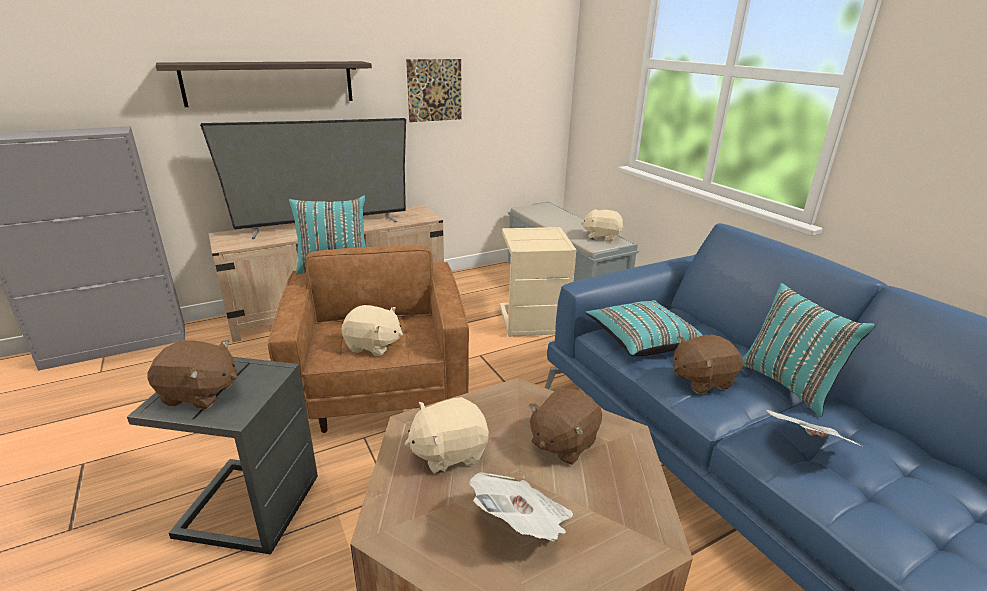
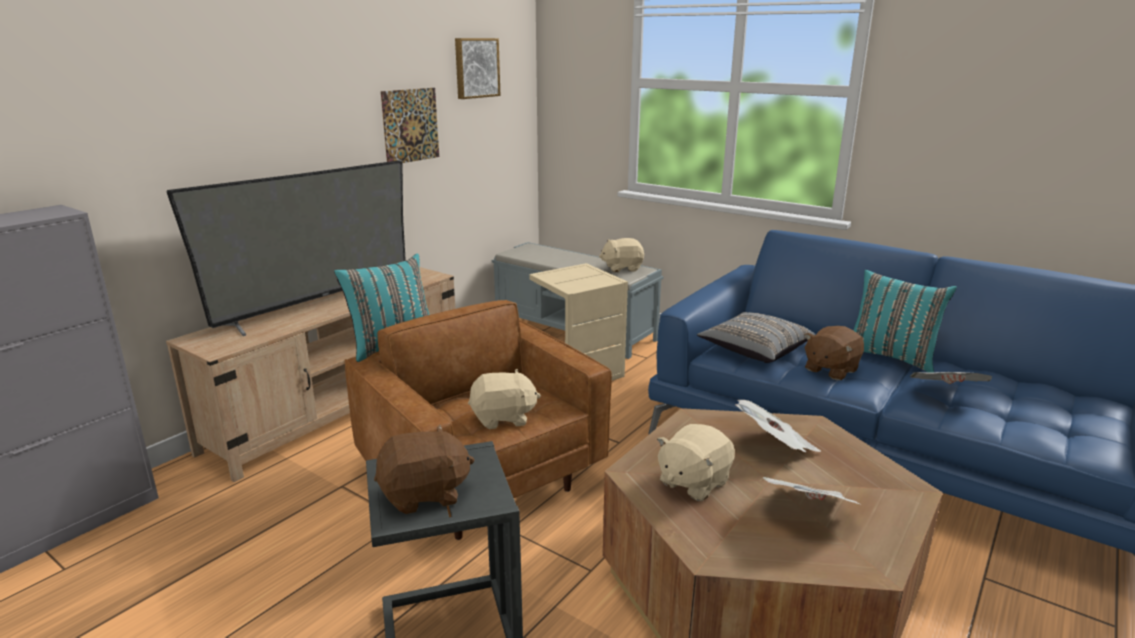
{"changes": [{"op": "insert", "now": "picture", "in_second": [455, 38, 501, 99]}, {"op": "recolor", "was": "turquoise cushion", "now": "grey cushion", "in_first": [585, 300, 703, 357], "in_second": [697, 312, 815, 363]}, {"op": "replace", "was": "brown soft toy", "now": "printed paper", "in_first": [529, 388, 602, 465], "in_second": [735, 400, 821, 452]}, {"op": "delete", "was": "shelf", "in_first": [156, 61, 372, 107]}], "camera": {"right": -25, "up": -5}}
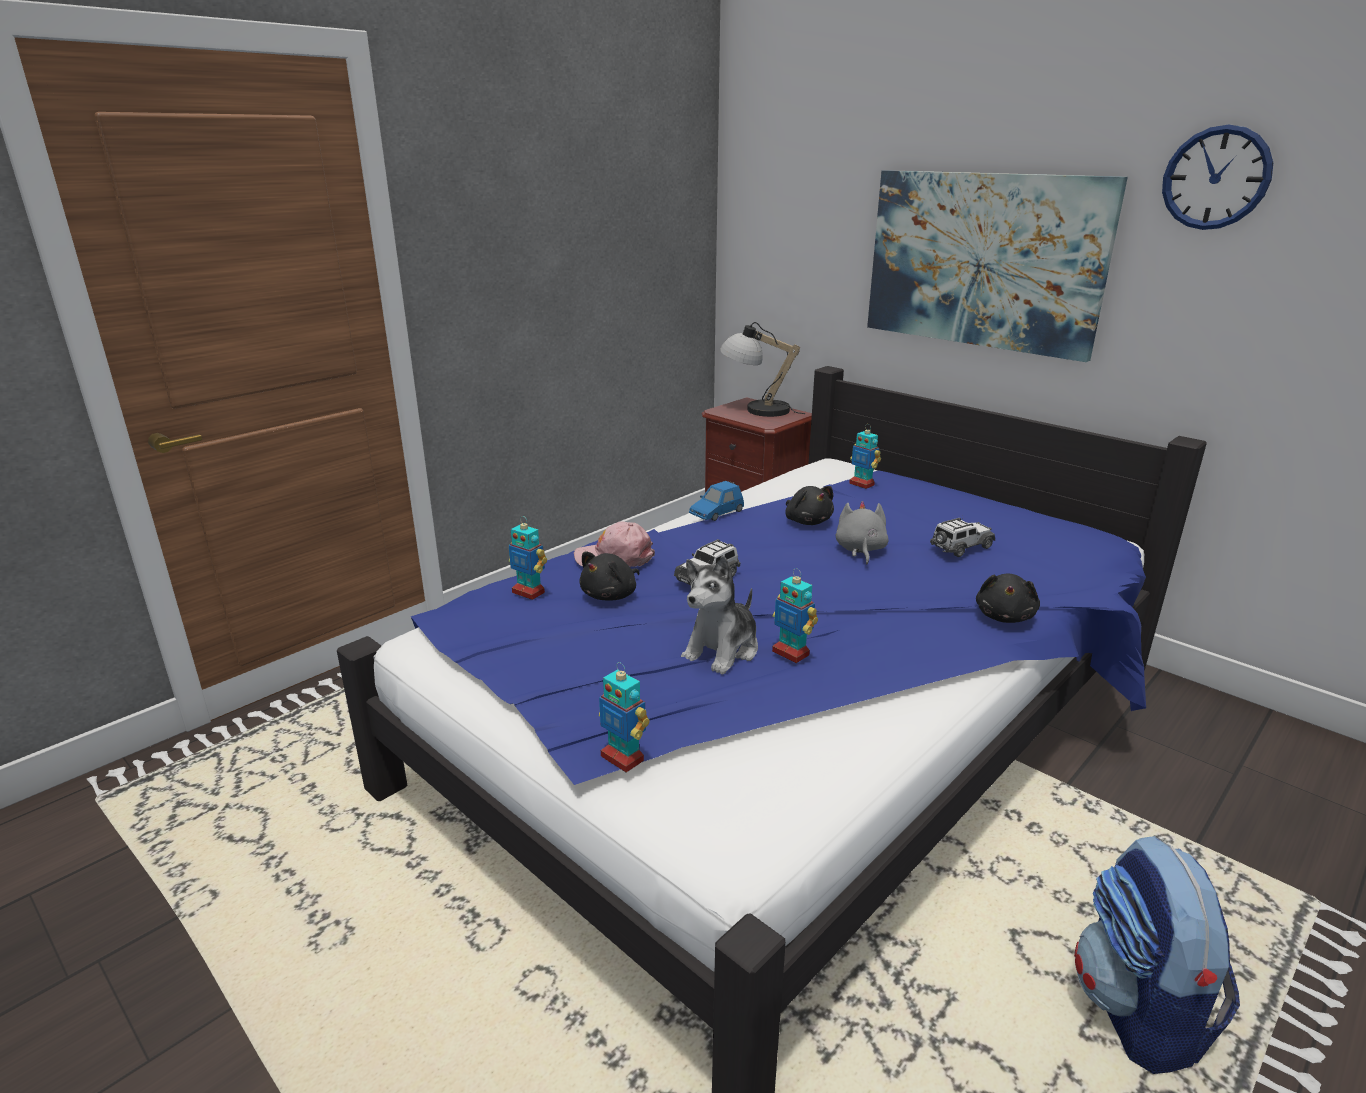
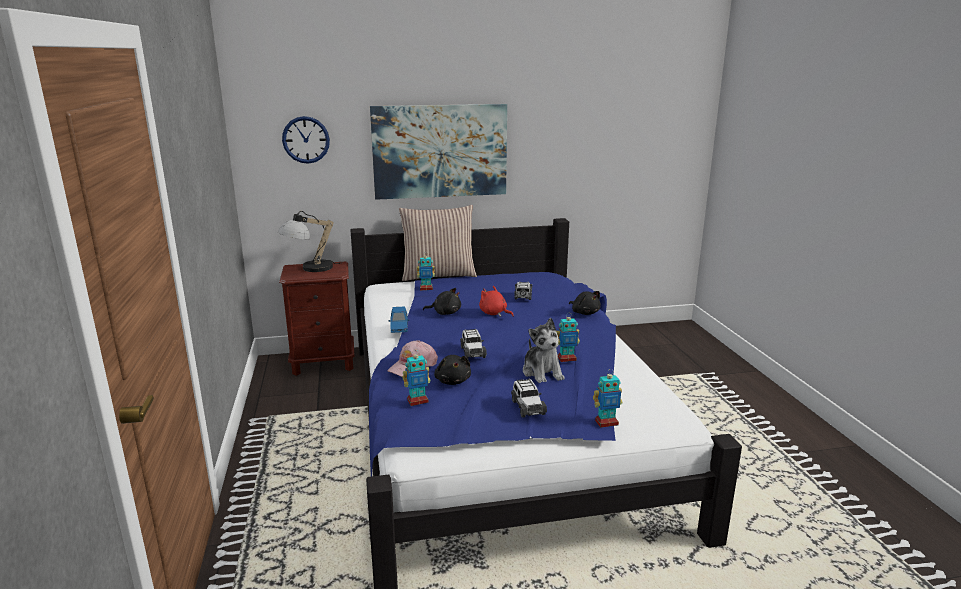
{"changes": [{"op": "move", "was": "clock on the wall", "in_first": [1162, 125, 1273, 230], "in_second": [282, 116, 330, 164]}, {"op": "insert", "now": "cushion", "in_second": [399, 205, 477, 281]}, {"op": "recolor", "was": "grey soft toy", "now": "red-coloured soft toy", "in_first": [836, 501, 889, 565], "in_second": [479, 286, 514, 317]}, {"op": "insert", "now": "model car", "in_second": [511, 379, 547, 418]}, {"op": "delete", "was": "backpack", "in_first": [1074, 836, 1240, 1074]}], "camera": {"right": -55, "up": -5}}
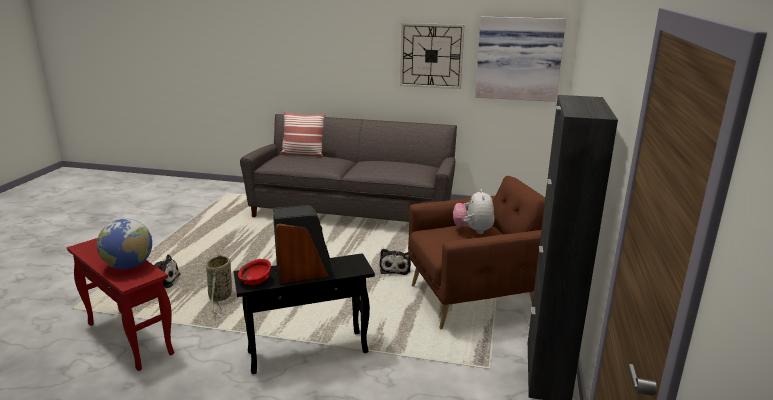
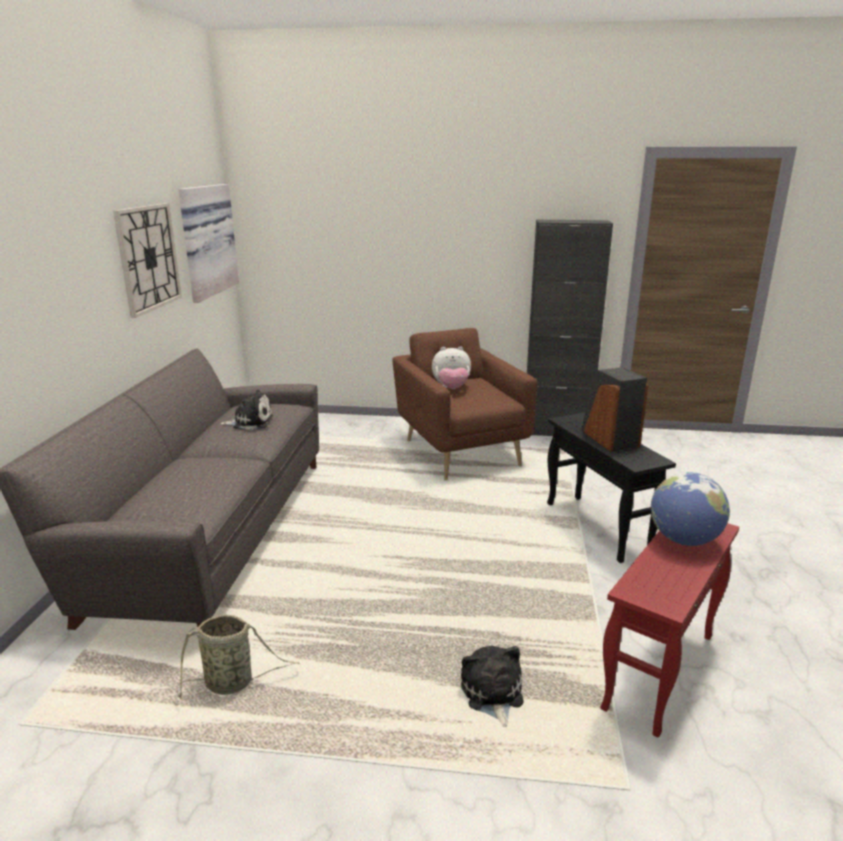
{"changes": [{"op": "move", "was": "household basket", "in_first": [206, 254, 232, 314], "in_second": [177, 614, 300, 701]}, {"op": "move", "was": "soft toy", "in_first": [379, 249, 411, 275], "in_second": [220, 390, 273, 430]}, {"op": "delete", "was": "red-coloured deep dish", "in_first": [238, 259, 271, 285]}, {"op": "delete", "was": "cushion", "in_first": [280, 111, 325, 157]}], "camera": {"right": -95, "up": 0}}
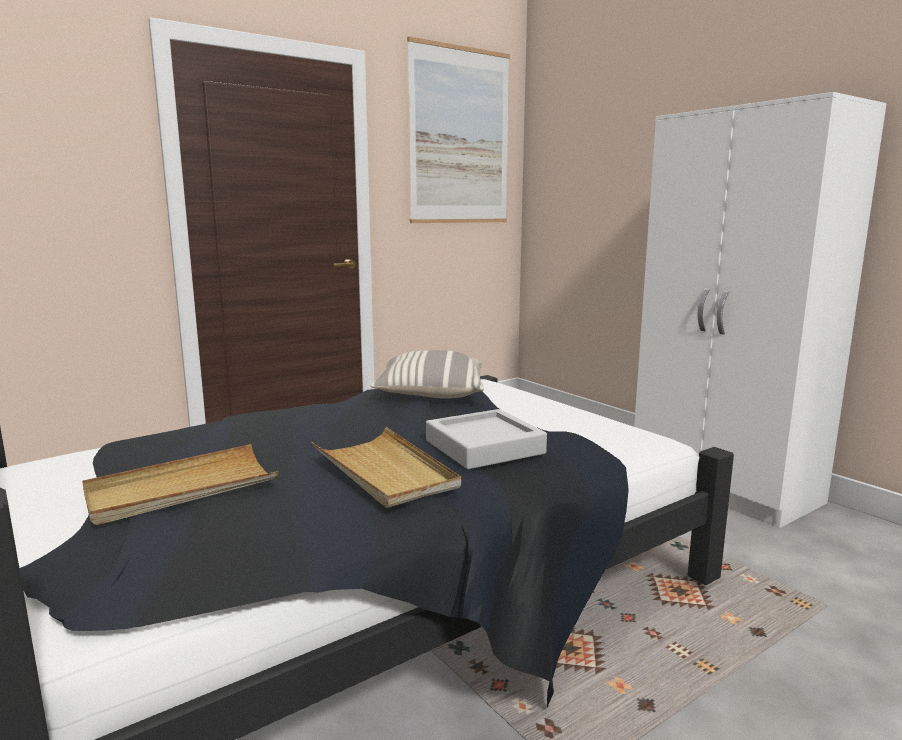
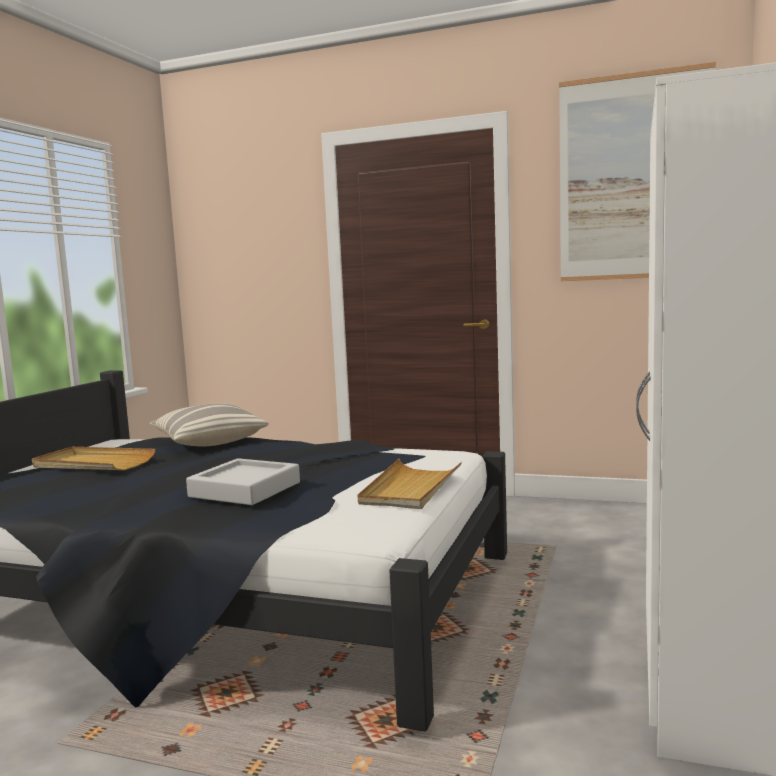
{"changes": [{"op": "move", "was": "cushion", "in_first": [370, 350, 484, 399], "in_second": [150, 403, 269, 446]}, {"op": "move", "was": "beige carrying tray", "in_first": [311, 427, 461, 508], "in_second": [358, 459, 462, 509]}], "camera": {"right": 55, "up": -5}}
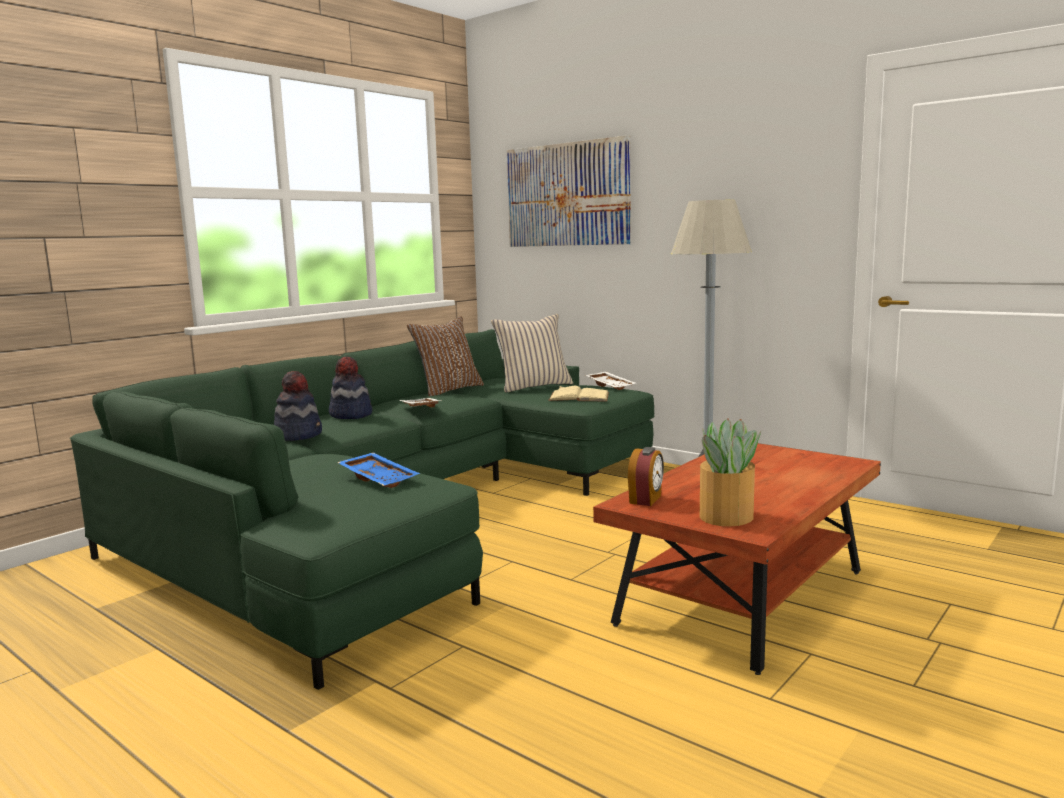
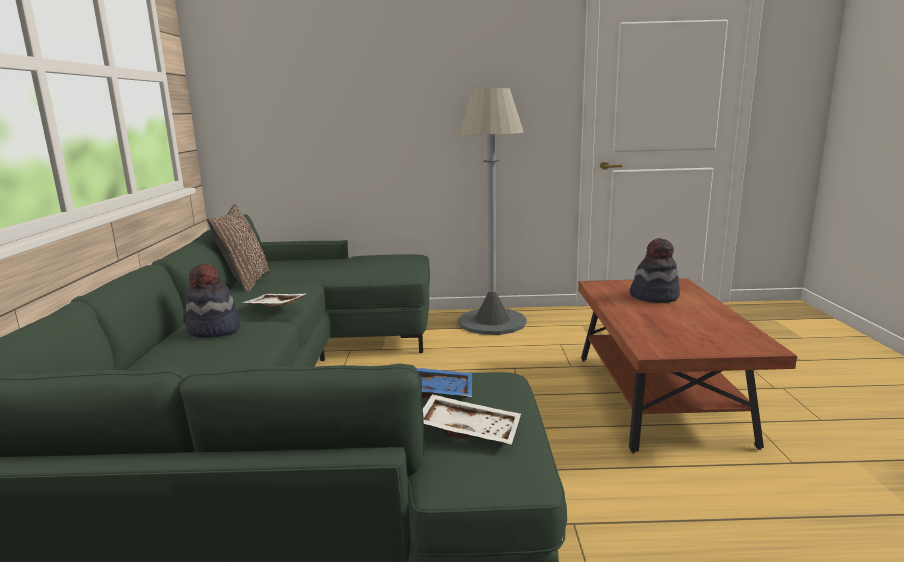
{"changes": [{"op": "move", "was": "white carrying tray", "in_first": [585, 372, 635, 390], "in_second": [423, 394, 521, 445]}, {"op": "move", "was": "clothing hat", "in_first": [274, 371, 322, 441], "in_second": [629, 238, 680, 303]}, {"op": "delete", "was": "beige cushion", "in_first": [491, 314, 573, 393]}, {"op": "delete", "was": "picture", "in_first": [507, 135, 631, 247]}, {"op": "delete", "was": "beige bound book", "in_first": [548, 386, 609, 401]}, {"op": "delete", "was": "table clock", "in_first": [628, 447, 664, 506]}, {"op": "delete", "was": "plant in a pot", "in_first": [700, 418, 761, 526]}], "camera": {"right": -40, "up": 5}}
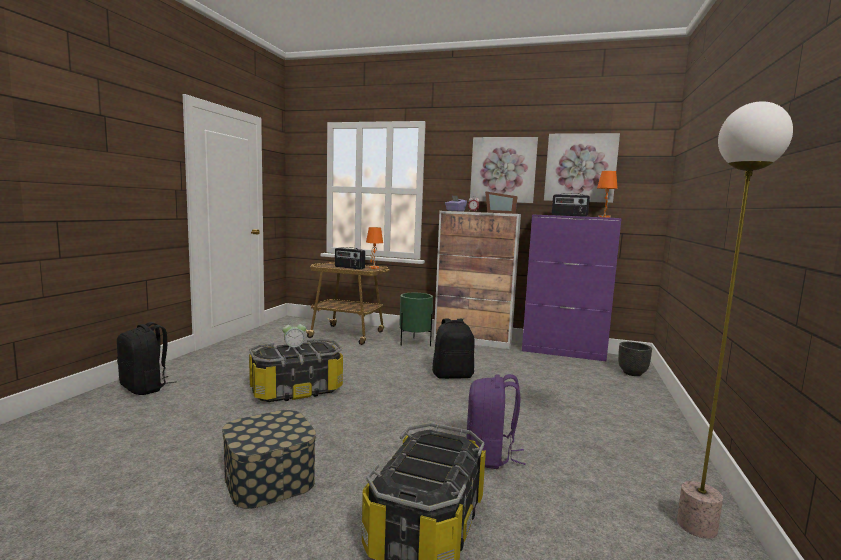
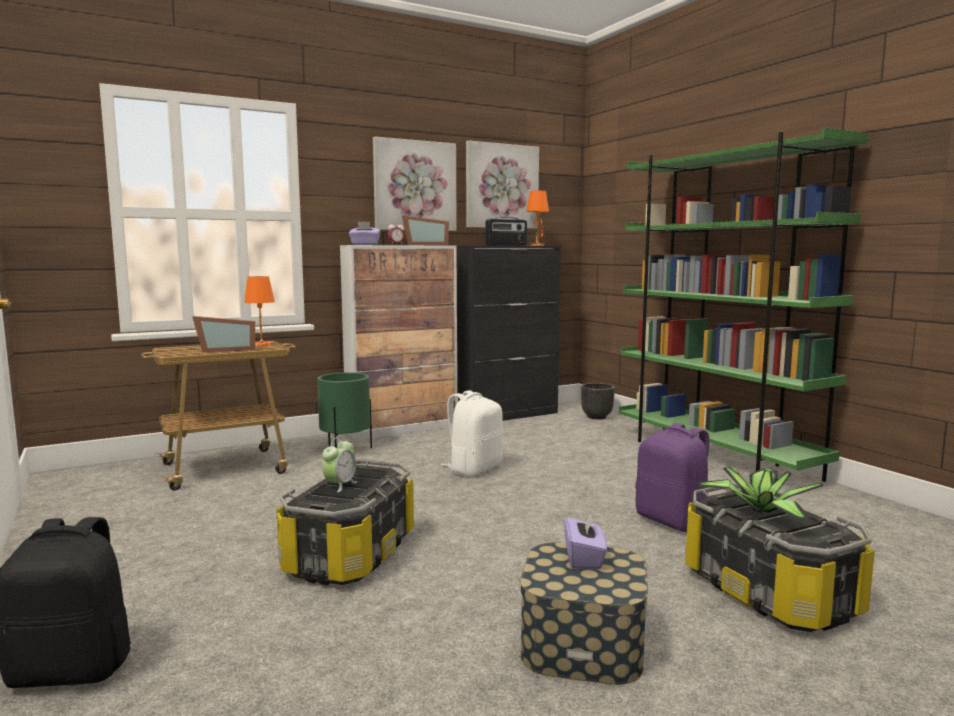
{"changes": [{"op": "replace", "was": "radio", "now": "picture frame", "in_first": [335, 247, 365, 269], "in_second": [192, 316, 255, 352]}, {"op": "recolor", "was": "black backpack", "now": "white backpack", "in_first": [432, 319, 475, 379], "in_second": [441, 390, 503, 477]}, {"op": "recolor", "was": "purple storage cabinet", "now": "black storage cabinet", "in_first": [522, 215, 622, 361], "in_second": [457, 246, 561, 421]}, {"op": "insert", "now": "purple tissue box", "in_second": [564, 512, 607, 569]}, {"op": "insert", "now": "greenish bookshelf", "in_second": [619, 127, 868, 482]}, {"op": "insert", "now": "plant in a pot", "in_second": [699, 467, 823, 520]}, {"op": "delete", "was": "standing lamp", "in_first": [677, 101, 793, 539]}], "camera": {"right": -45, "up": 0}}
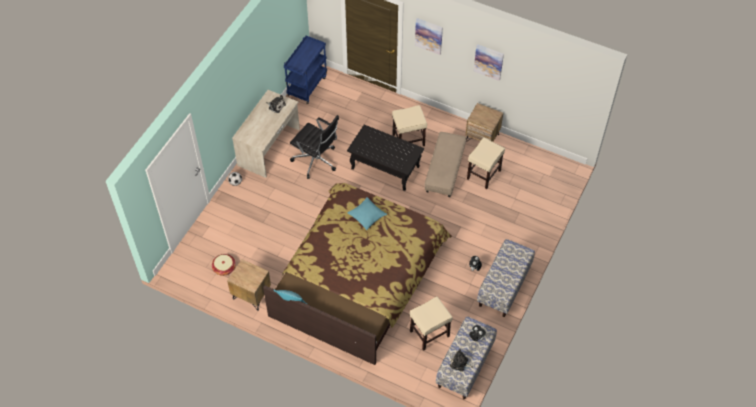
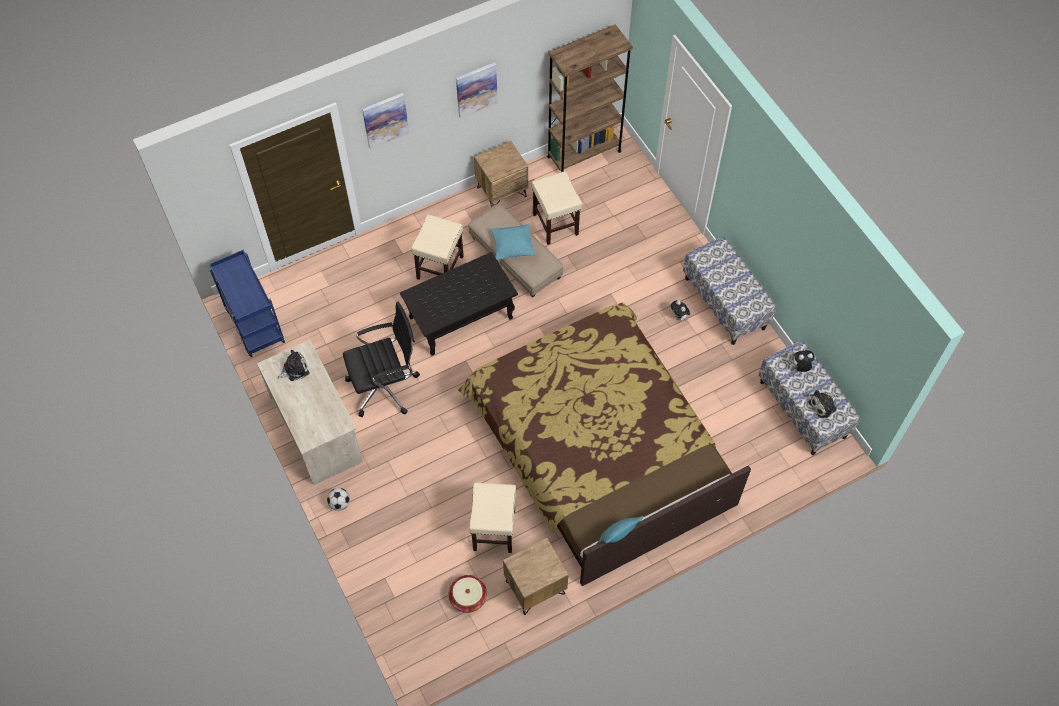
{"changes": [{"op": "move", "was": "beige stool seat", "in_first": [410, 296, 453, 351], "in_second": [469, 483, 516, 553]}, {"op": "move", "was": "turquoise cushion", "in_first": [347, 197, 387, 230], "in_second": [490, 224, 536, 260]}, {"op": "insert", "now": "brown bookshelf", "in_second": [547, 24, 633, 172]}], "camera": {"right": -55, "up": 5}}
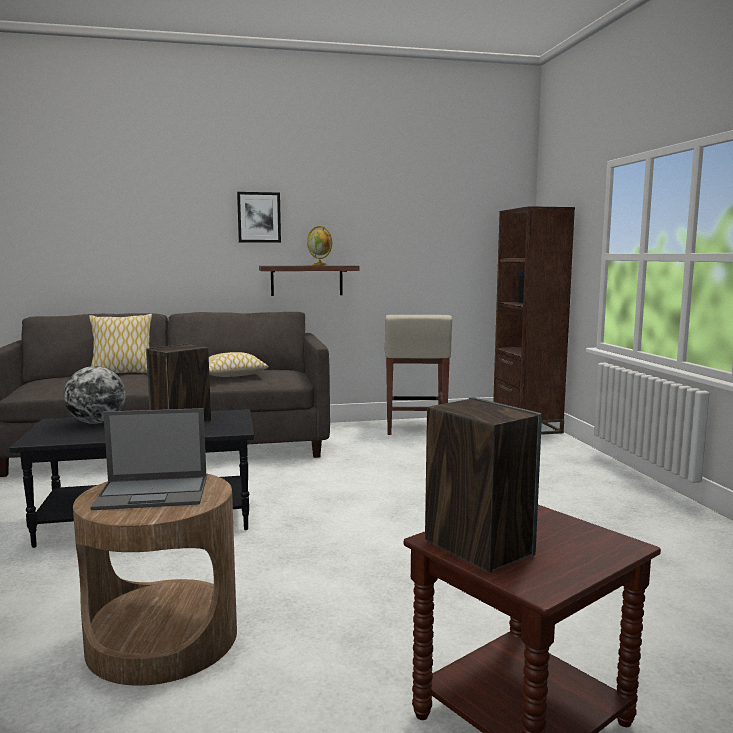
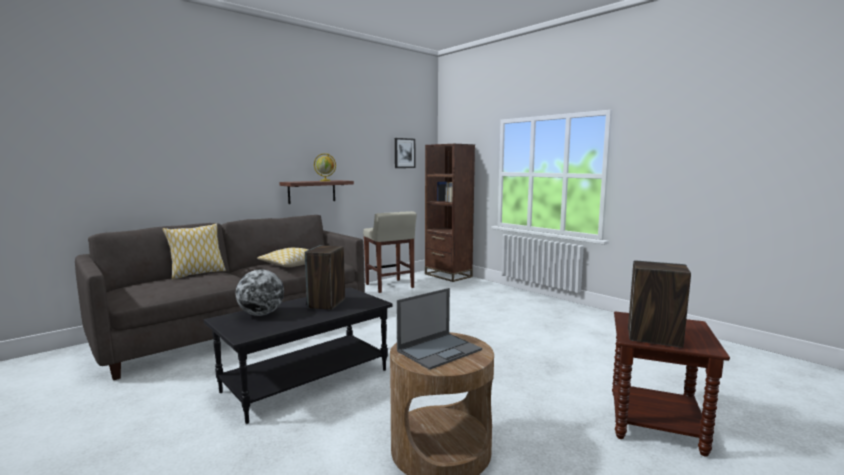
{"changes": [{"op": "move", "was": "picture", "in_first": [237, 192, 281, 243], "in_second": [395, 138, 415, 168]}], "camera": {"right": -30, "up": 0}}
